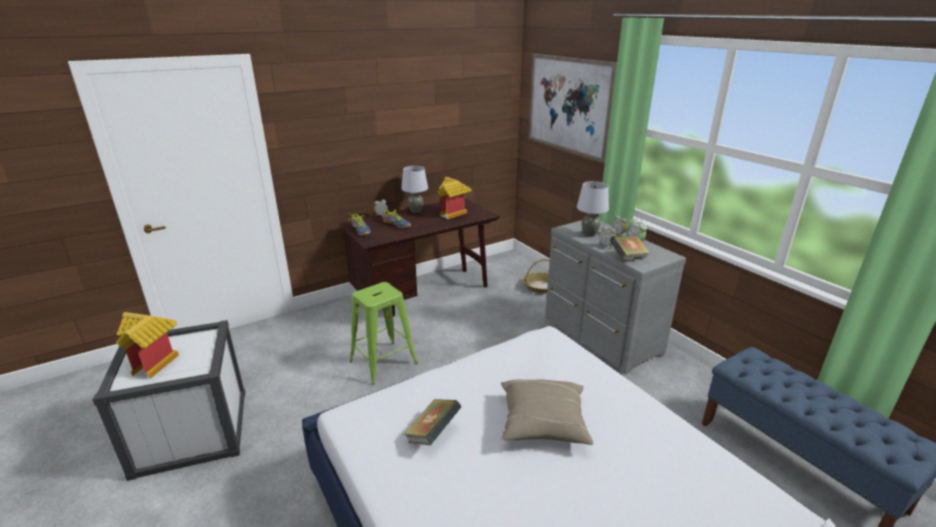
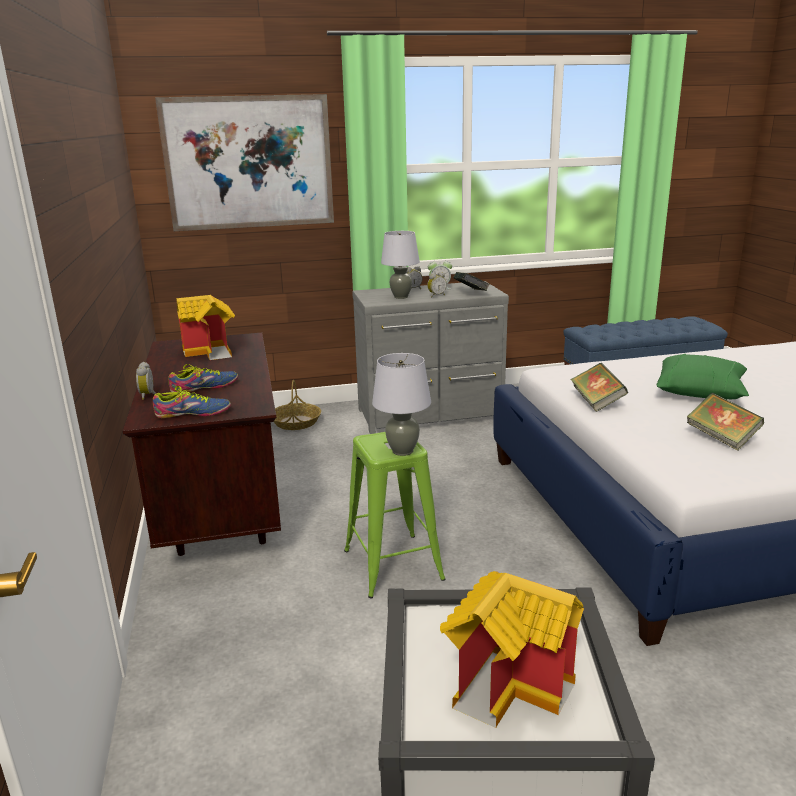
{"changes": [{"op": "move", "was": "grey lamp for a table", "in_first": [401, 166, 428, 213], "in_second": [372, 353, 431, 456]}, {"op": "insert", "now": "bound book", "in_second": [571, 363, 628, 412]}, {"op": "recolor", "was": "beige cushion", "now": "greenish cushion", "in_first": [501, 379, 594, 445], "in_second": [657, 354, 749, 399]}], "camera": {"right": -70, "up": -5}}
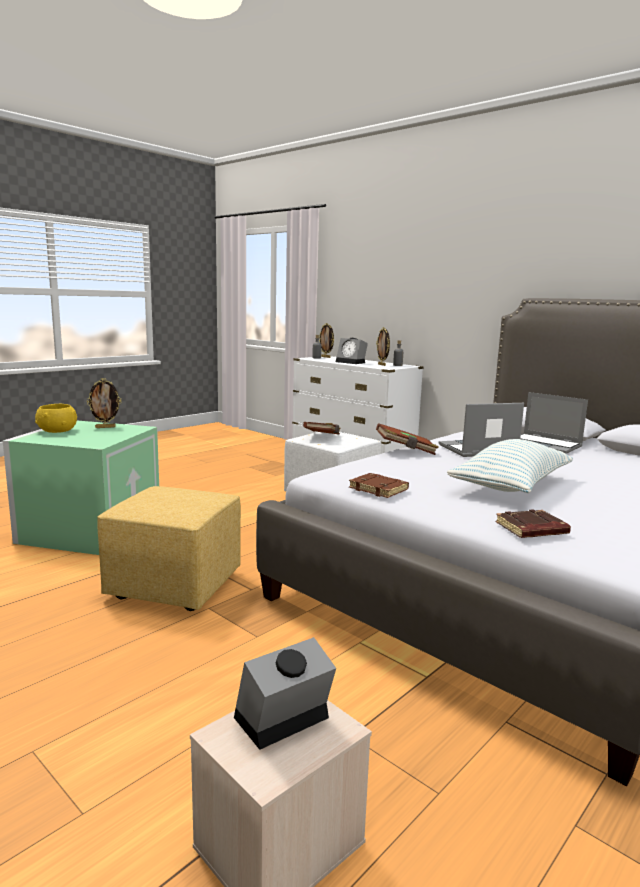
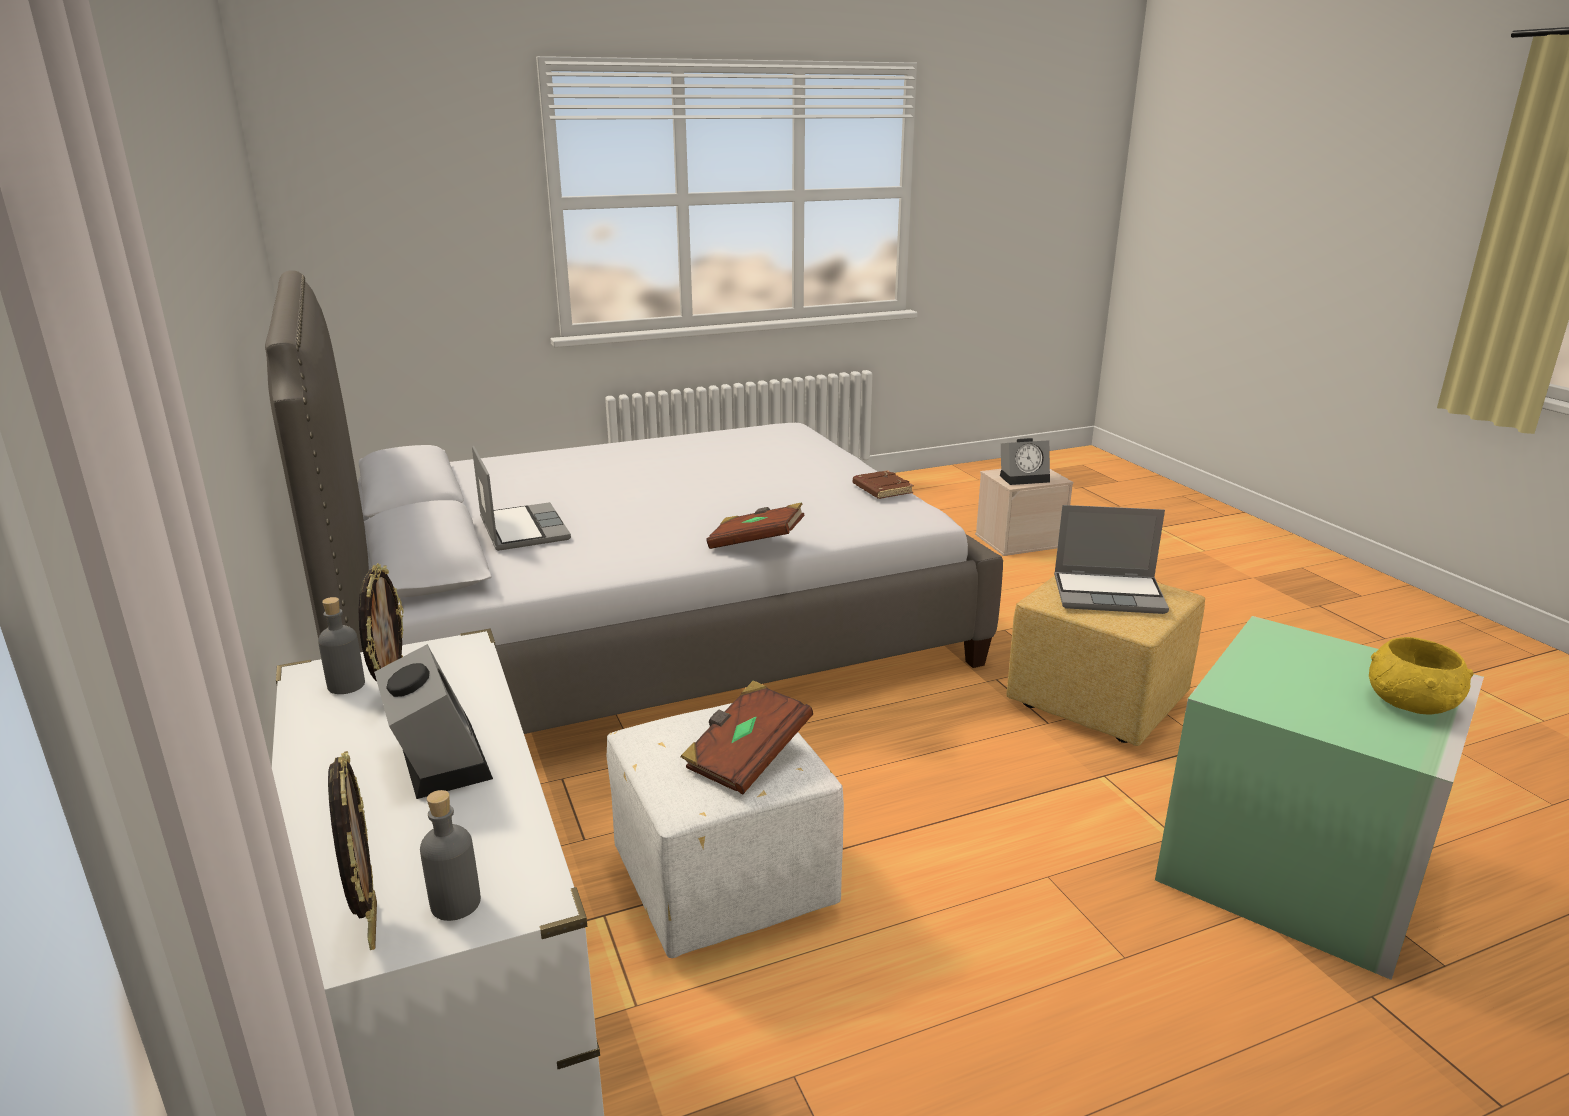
{"changes": [{"op": "move", "was": "laptop", "in_first": [439, 403, 524, 457], "in_second": [1054, 505, 1169, 614]}, {"op": "delete", "was": "picture frame", "in_first": [87, 378, 121, 428]}, {"op": "delete", "was": "cushion", "in_first": [447, 439, 573, 493]}, {"op": "delete", "was": "brown bound book", "in_first": [496, 509, 571, 538]}], "camera": {"right": -155, "up": 10}}
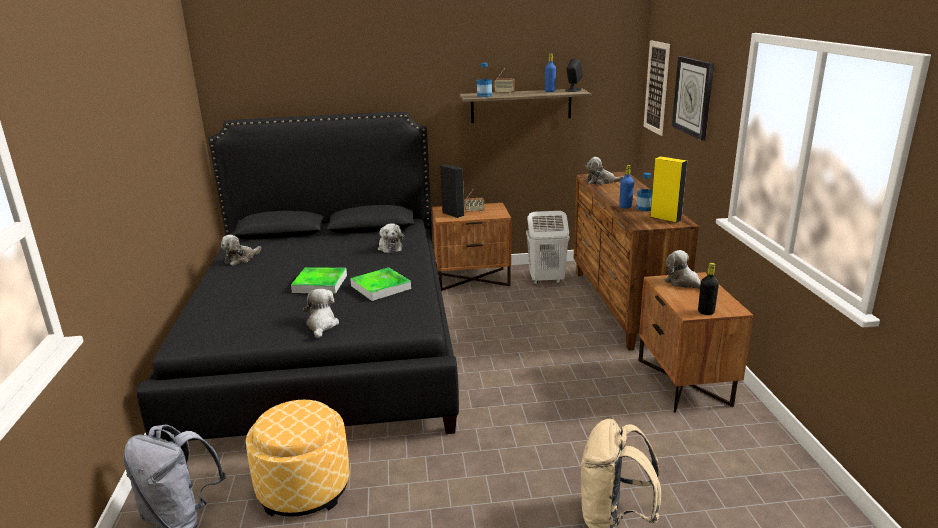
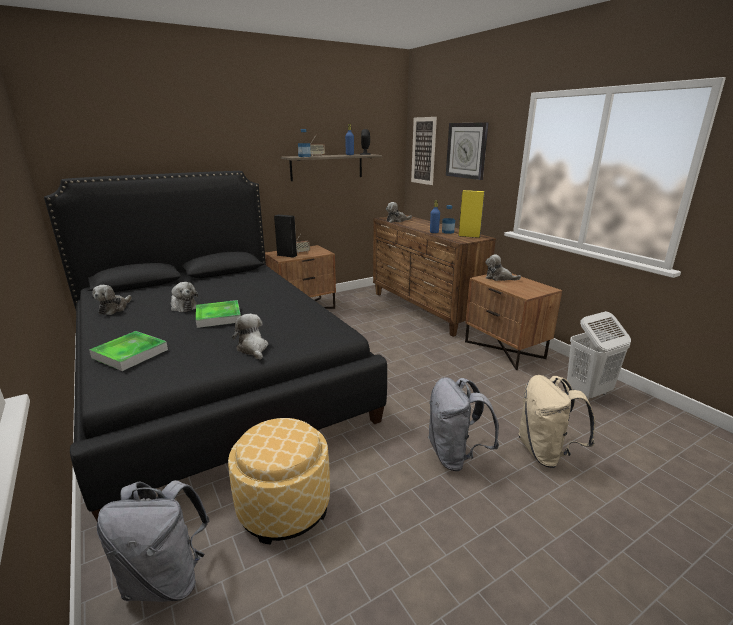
{"changes": [{"op": "move", "was": "carrying tray", "in_first": [350, 267, 411, 301], "in_second": [89, 331, 168, 371]}, {"op": "move", "was": "soft toy", "in_first": [378, 224, 405, 253], "in_second": [171, 282, 198, 312]}, {"op": "insert", "now": "grey backpack", "in_second": [428, 377, 499, 471]}, {"op": "move", "was": "white hamper", "in_first": [526, 211, 570, 285], "in_second": [567, 311, 631, 400]}, {"op": "delete", "was": "black beverage bottle", "in_first": [698, 263, 719, 315]}], "camera": {"right": -25, "up": 0}}
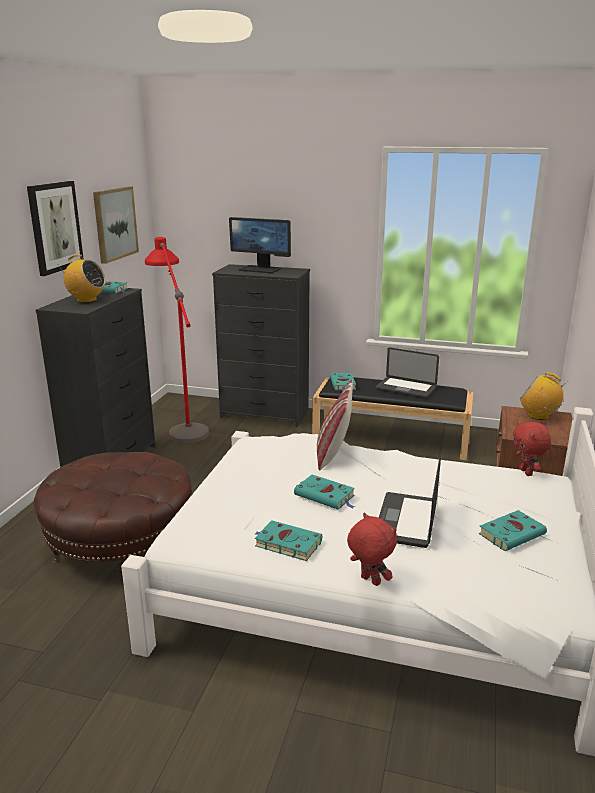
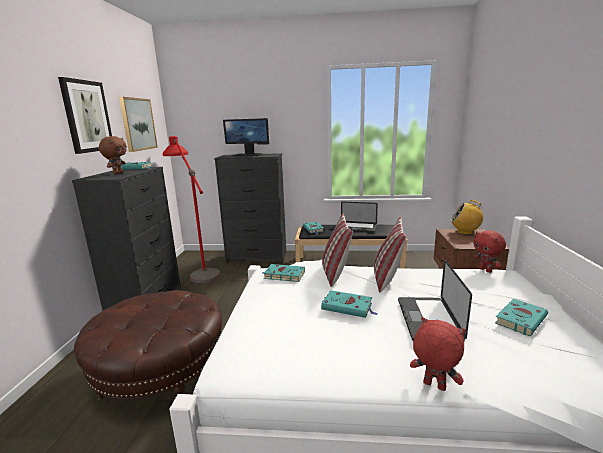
{"changes": [{"op": "replace", "was": "radio", "now": "brown soft toy", "in_first": [59, 255, 105, 303], "in_second": [99, 136, 127, 174]}, {"op": "move", "was": "turquoise bound book", "in_first": [255, 520, 322, 561], "in_second": [263, 264, 305, 282]}, {"op": "insert", "now": "cushion", "in_second": [374, 217, 406, 293]}], "camera": {"right": -10, "up": -5}}
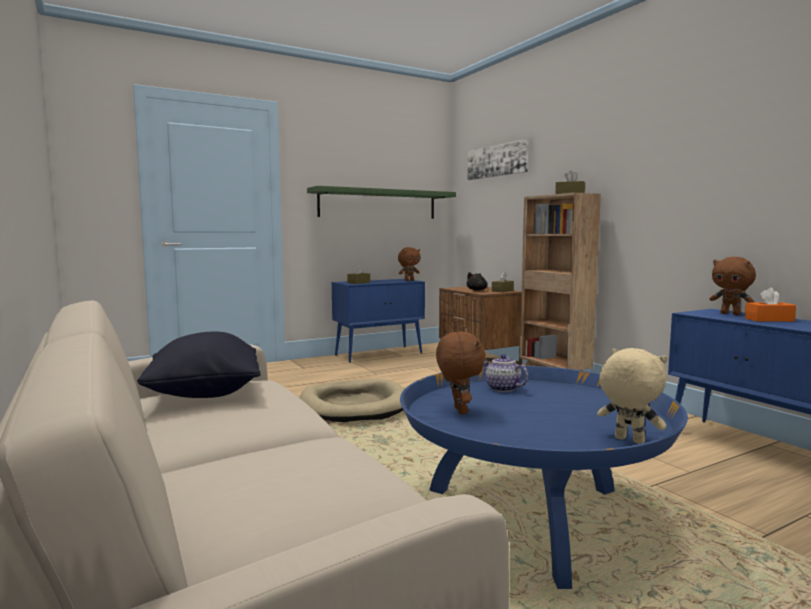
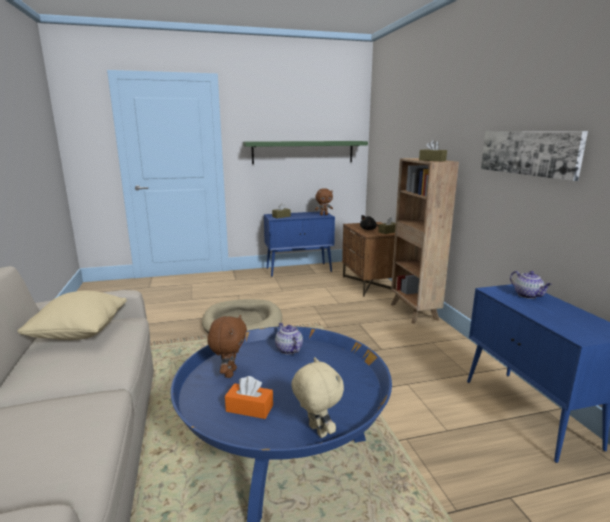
{"changes": [{"op": "recolor", "was": "black cushion", "now": "beige cushion", "in_first": [137, 332, 261, 398], "in_second": [17, 291, 127, 340]}, {"op": "move", "was": "orange tissue box", "in_first": [745, 288, 796, 322], "in_second": [225, 376, 273, 419]}, {"op": "move", "was": "picture", "in_first": [467, 139, 529, 180], "in_second": [481, 131, 588, 181]}, {"op": "replace", "was": "brown soft toy", "now": "teapot", "in_first": [709, 257, 756, 315], "in_second": [510, 271, 552, 299]}], "camera": {"right": 15, "up": 10}}
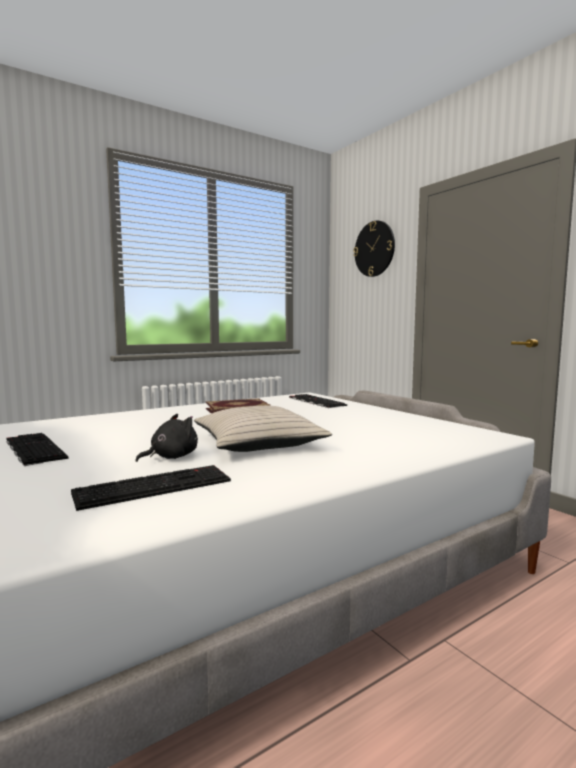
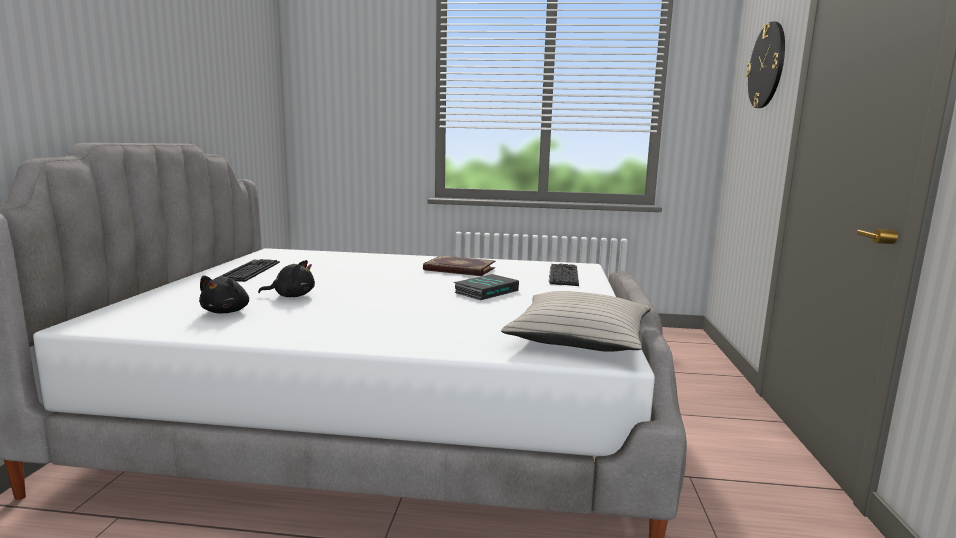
{"changes": [{"op": "replace", "was": "computer keyboard", "now": "black soft toy", "in_first": [71, 465, 231, 511], "in_second": [199, 276, 249, 313]}, {"op": "insert", "now": "bound book", "in_second": [454, 274, 519, 300]}, {"op": "move", "was": "beige cushion", "in_first": [194, 406, 332, 452], "in_second": [501, 291, 651, 352]}], "camera": {"right": 40, "up": 5}}
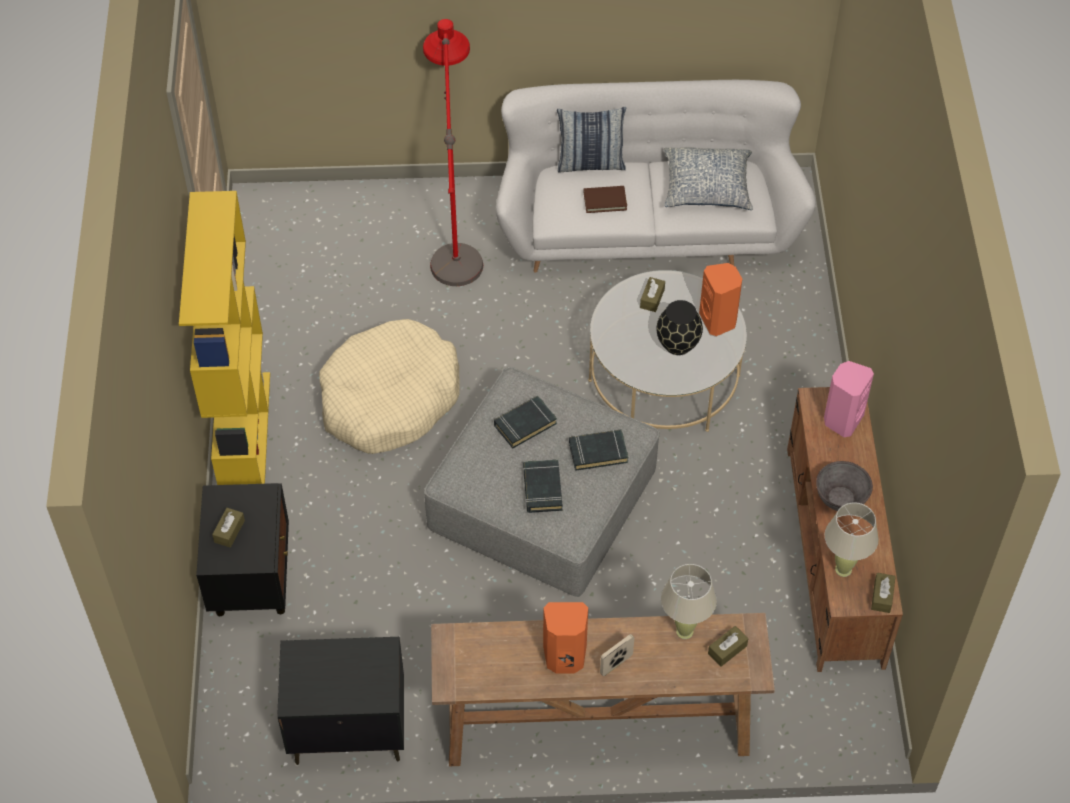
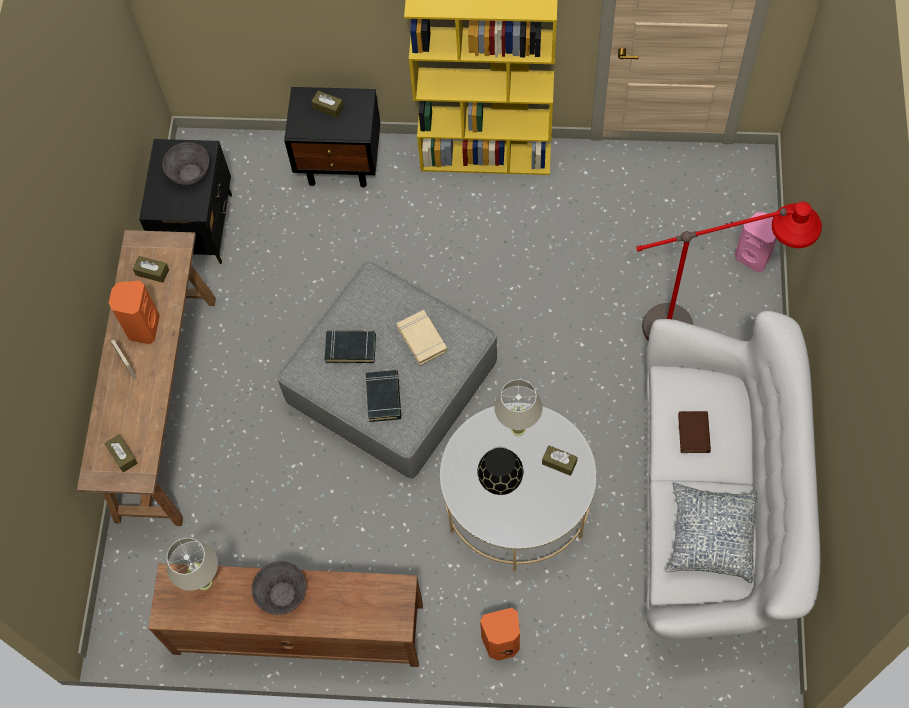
{"changes": [{"op": "move", "was": "brown tissue box", "in_first": [871, 573, 896, 613], "in_second": [133, 256, 169, 283]}, {"op": "insert", "now": "grey deep dish", "in_second": [162, 142, 209, 185]}, {"op": "recolor", "was": "black bound book", "now": "beige bound book", "in_first": [494, 396, 557, 449], "in_second": [396, 310, 447, 365]}, {"op": "move", "was": "orange speaker", "in_first": [699, 263, 742, 336], "in_second": [480, 608, 520, 660]}, {"op": "move", "was": "beige lamp for a table", "in_first": [661, 564, 717, 639], "in_second": [494, 379, 543, 436]}, {"op": "move", "was": "pinkish speaker", "in_first": [824, 361, 874, 437], "in_second": [735, 212, 777, 273]}, {"op": "delete", "was": "beige pet bed", "in_first": [319, 319, 460, 454]}, {"op": "delete", "was": "cushion", "in_first": [557, 107, 626, 173]}], "camera": {"right": 100, "up": 10}}
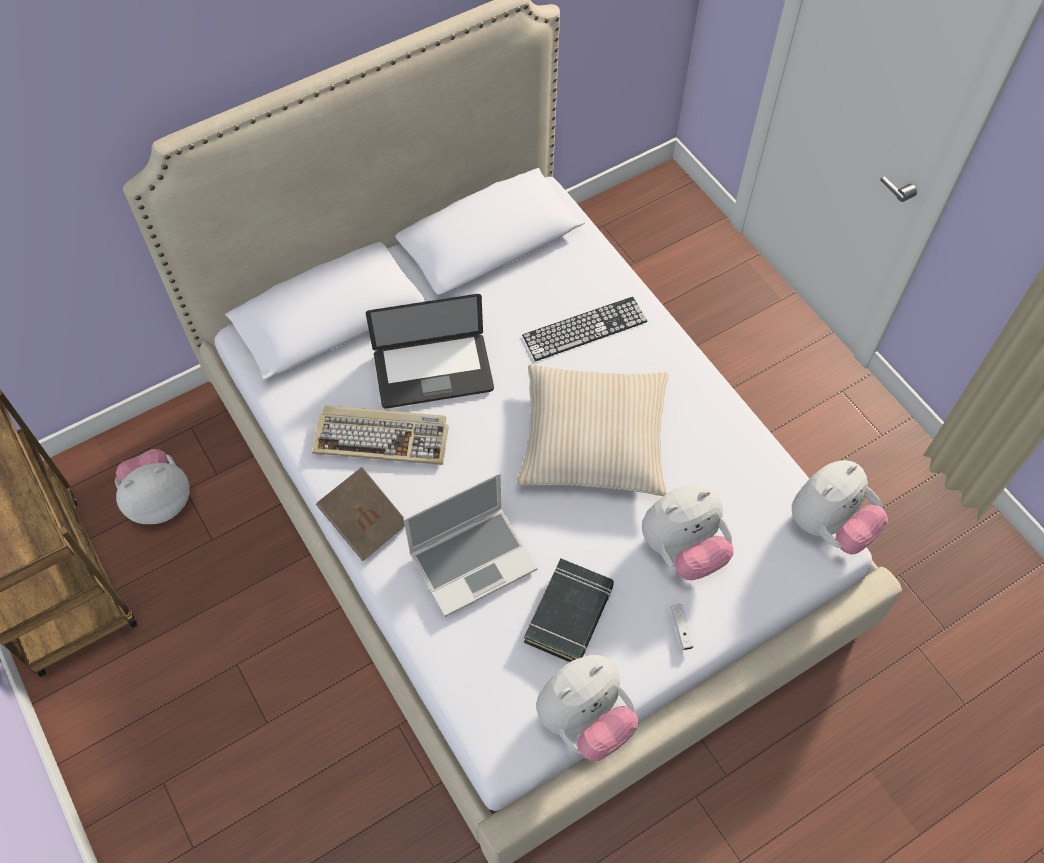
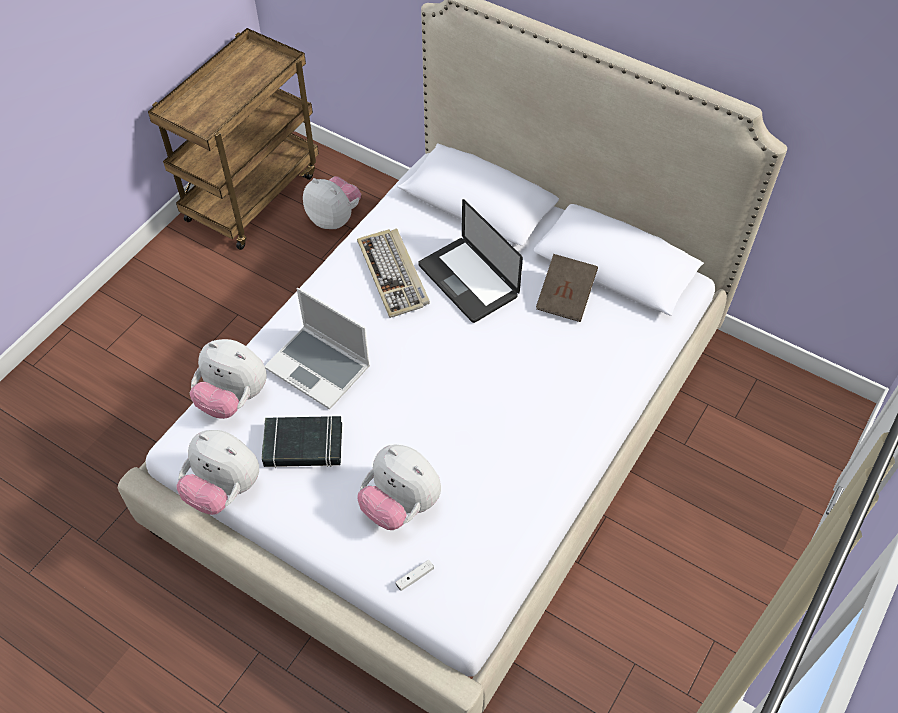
{"changes": [{"op": "move", "was": "soft toy", "in_first": [792, 460, 888, 555], "in_second": [190, 339, 267, 419]}, {"op": "move", "was": "white gamepad", "in_first": [671, 604, 694, 650], "in_second": [395, 560, 434, 591]}, {"op": "move", "was": "brown bound book", "in_first": [316, 467, 405, 561], "in_second": [536, 254, 598, 322]}, {"op": "delete", "was": "beige cushion", "in_first": [516, 364, 669, 496]}, {"op": "delete", "was": "computer keyboard", "in_first": [522, 297, 648, 361]}], "camera": {"right": 65, "up": -5}}
